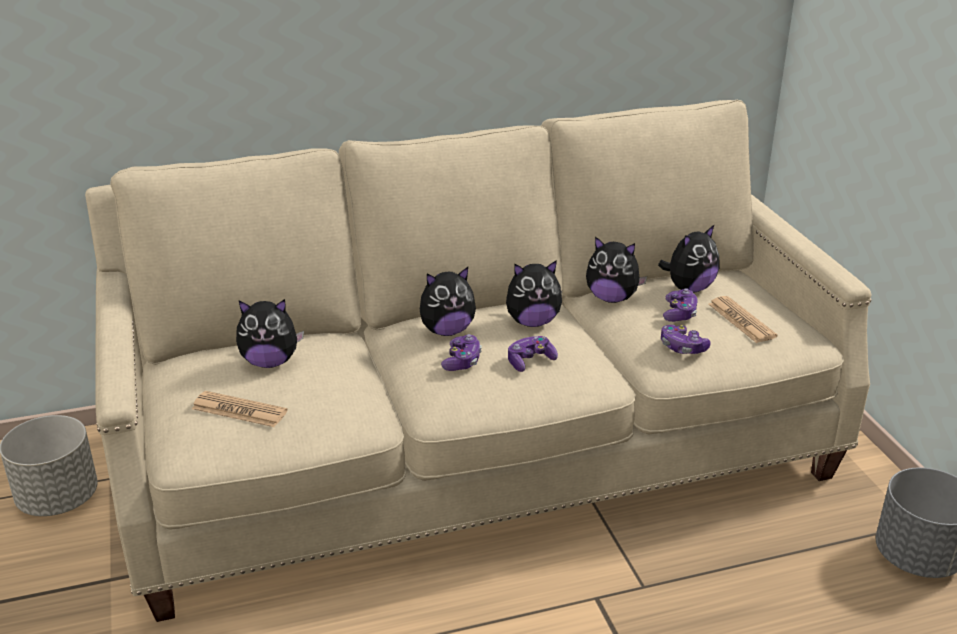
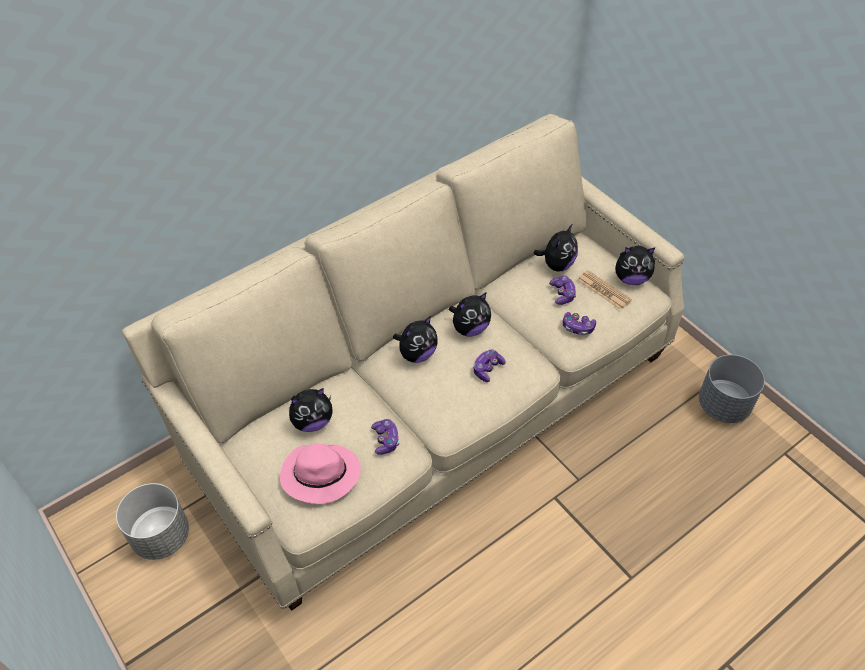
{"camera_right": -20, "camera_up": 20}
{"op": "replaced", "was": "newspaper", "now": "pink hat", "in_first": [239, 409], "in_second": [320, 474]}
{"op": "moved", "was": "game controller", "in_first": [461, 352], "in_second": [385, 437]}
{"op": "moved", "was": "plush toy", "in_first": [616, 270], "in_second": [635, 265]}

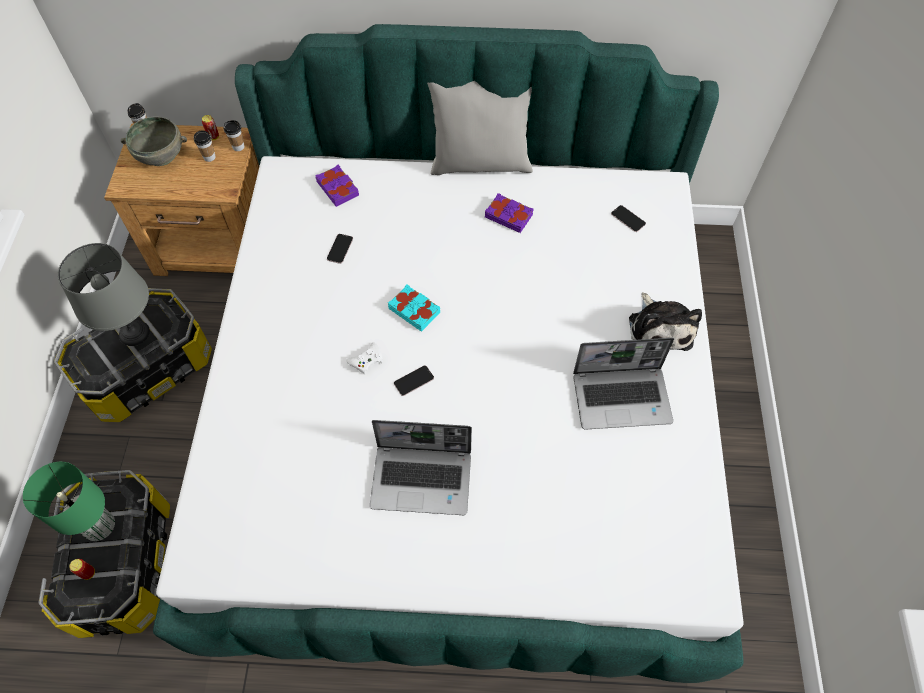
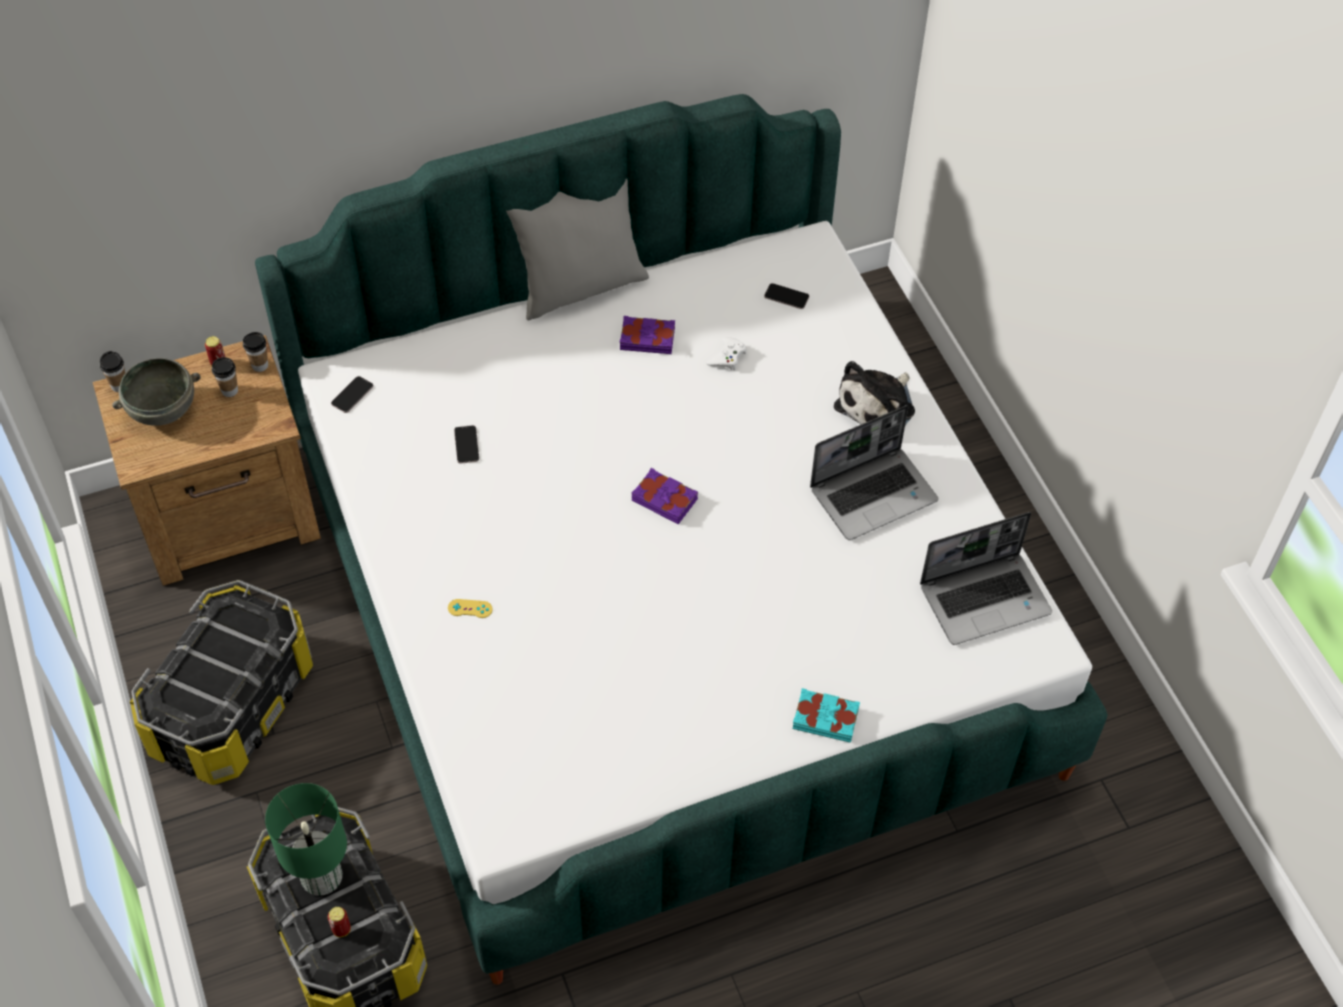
{"camera_right": -25, "camera_up": -5}
{"op": "moved", "was": "phone", "in_first": [414, 380], "in_second": [352, 394]}
{"op": "added", "now": "yellow game controller", "in_second": [470, 608]}
{"op": "moved", "was": "purple book", "in_first": [337, 186], "in_second": [665, 496]}
{"op": "moved", "was": "white game controller", "in_first": [364, 358], "in_second": [726, 353]}
{"op": "moved", "was": "turquoise book", "in_first": [414, 308], "in_second": [826, 715]}
{"op": "turned", "was": "plush toy", "in_first": [665, 321], "in_second": [874, 393], "clockwise": 75}
{"op": "moved", "was": "laptop", "in_first": [421, 467], "in_second": [986, 578]}
{"op": "removed", "was": "grey table lamp", "in_first": [104, 294]}

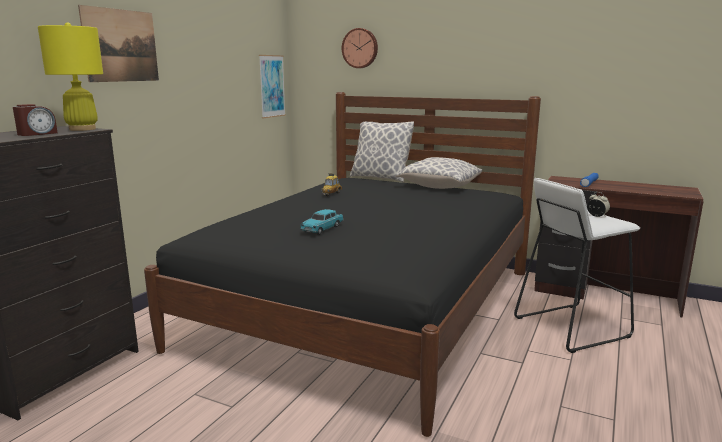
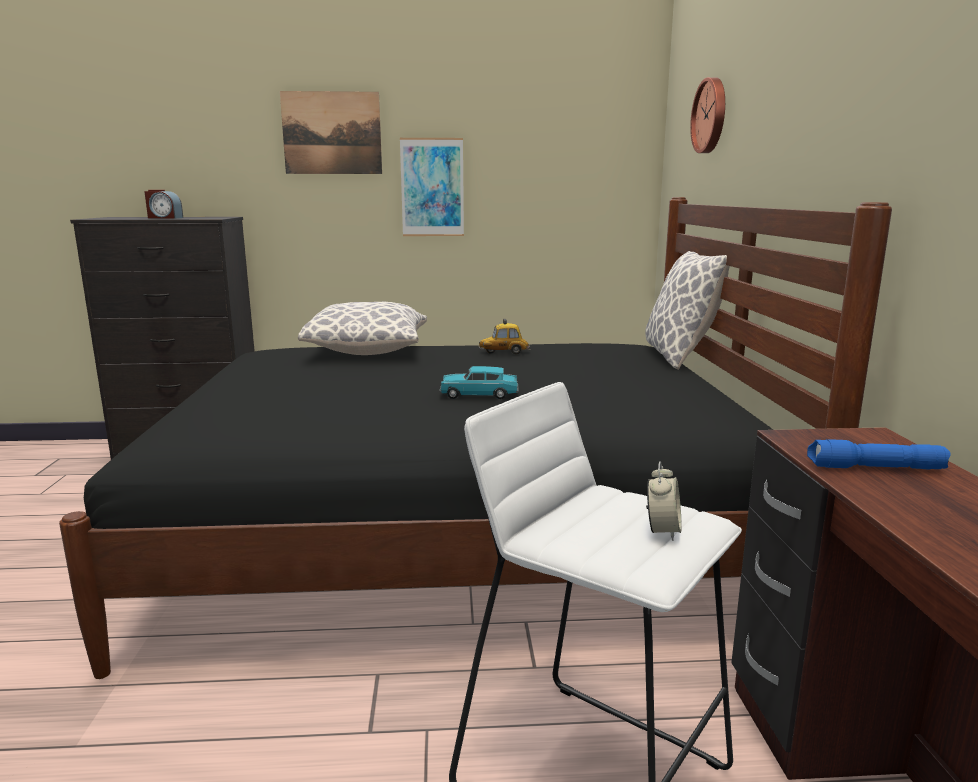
{"camera_right": 60, "camera_up": 0}
{"op": "moved", "was": "pillow", "in_first": [439, 173], "in_second": [362, 328]}
{"op": "moved", "was": "picture", "in_first": [272, 86], "in_second": [432, 187]}
{"op": "moved", "was": "turquoise toy car", "in_first": [321, 222], "in_second": [479, 382]}
{"op": "removed", "was": "yellow table lamp", "in_first": [70, 76]}

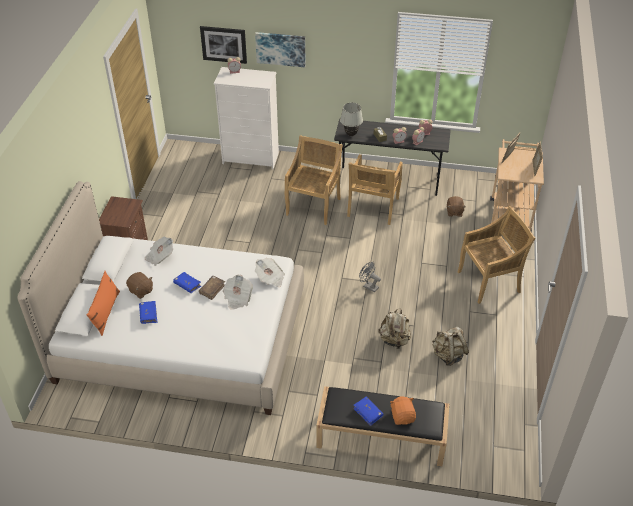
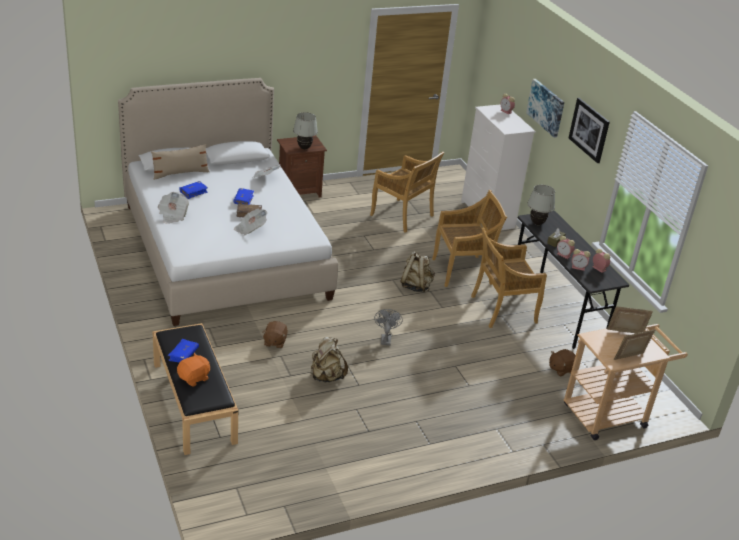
{"camera_right": 55, "camera_up": -10}
{"op": "recoloured", "was": "orange pillow", "now": "beige pillow", "in_first": [103, 303], "in_second": [180, 162]}
{"op": "moved", "was": "newspaper", "in_first": [270, 272], "in_second": [173, 208]}
{"op": "moved", "was": "brown plush toy", "in_first": [139, 285], "in_second": [275, 334]}
{"op": "added", "now": "white table lamp", "in_second": [305, 130]}
{"op": "moved", "was": "beige chair", "in_first": [496, 255], "in_second": [407, 192]}
{"op": "moved", "was": "beige backpack", "in_first": [450, 346], "in_second": [417, 271]}
{"op": "moved", "was": "picture", "in_first": [223, 45], "in_second": [589, 130]}

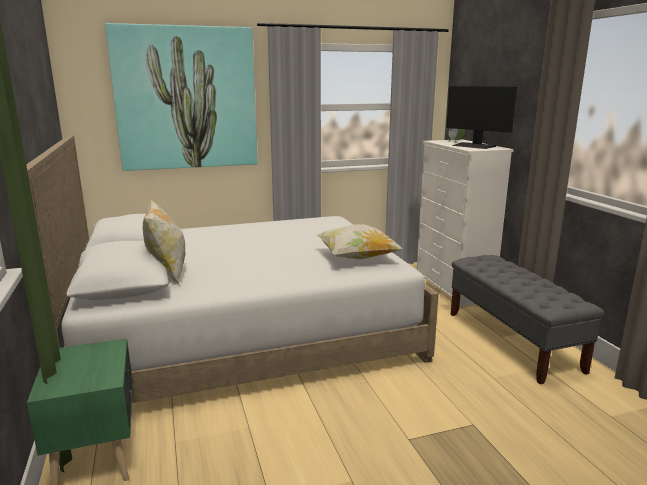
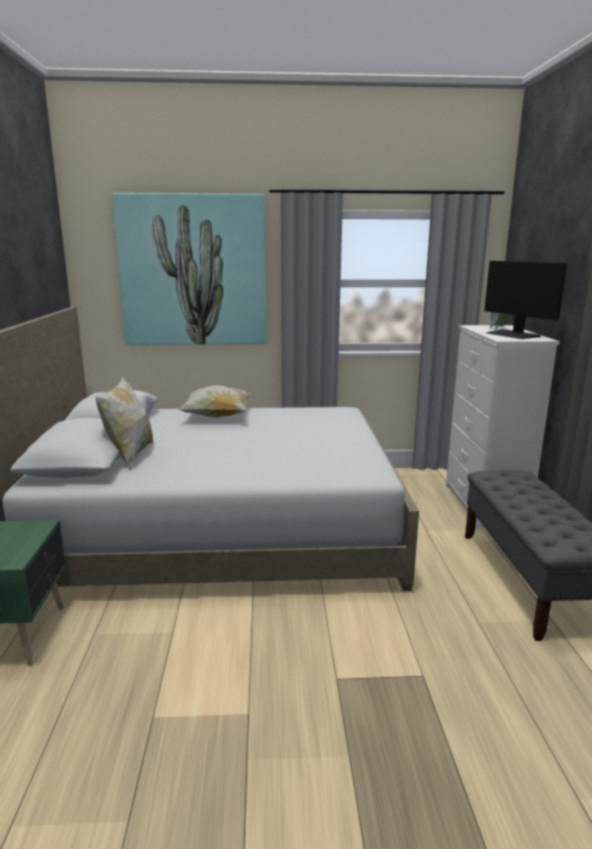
{"camera_right": 15, "camera_up": 0}
{"op": "moved", "was": "pillow", "in_first": [360, 241], "in_second": [215, 401]}

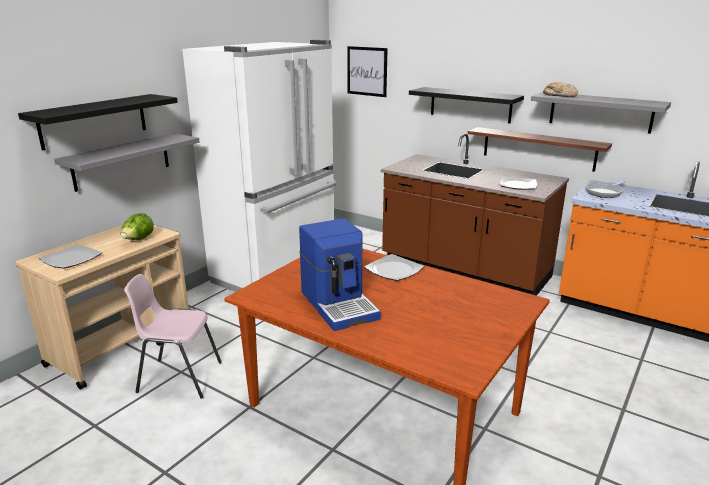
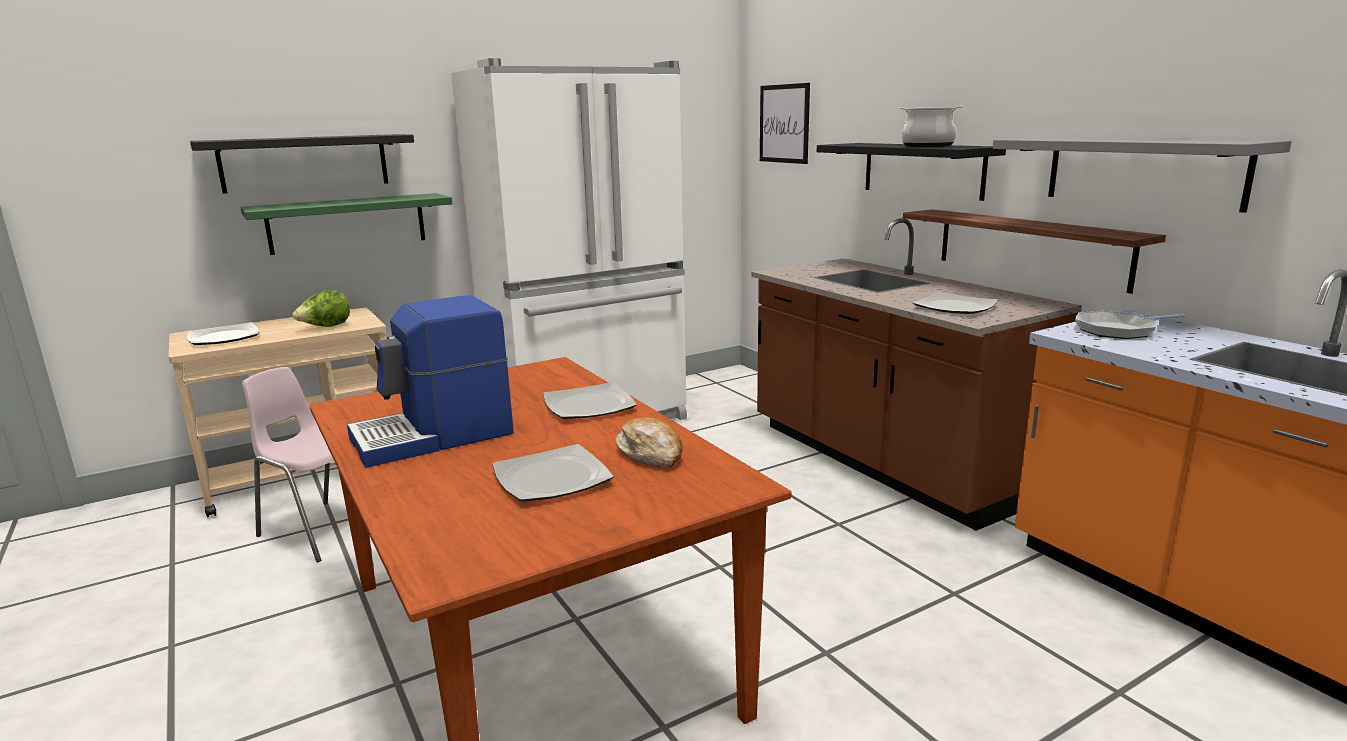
{"camera_right": 25, "camera_up": -5}
{"op": "recoloured", "was": "grey shelf", "now": "green shelf", "in_first": [126, 162], "in_second": [346, 224]}
{"op": "turned", "was": "coffee machine", "in_first": [340, 274], "in_second": [430, 381], "clockwise": 60}
{"op": "added", "now": "plate", "in_second": [553, 473]}
{"op": "moved", "was": "bread", "in_first": [560, 89], "in_second": [649, 442]}
{"op": "added", "now": "cooking pot", "in_second": [931, 126]}

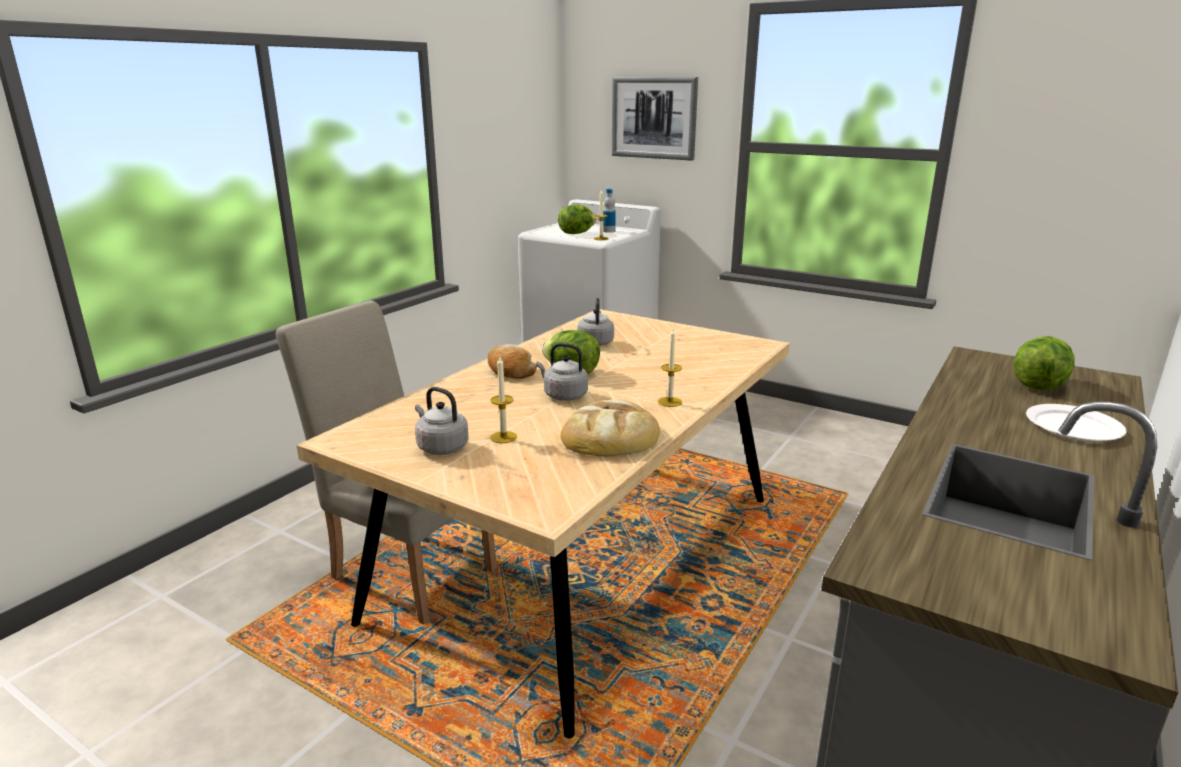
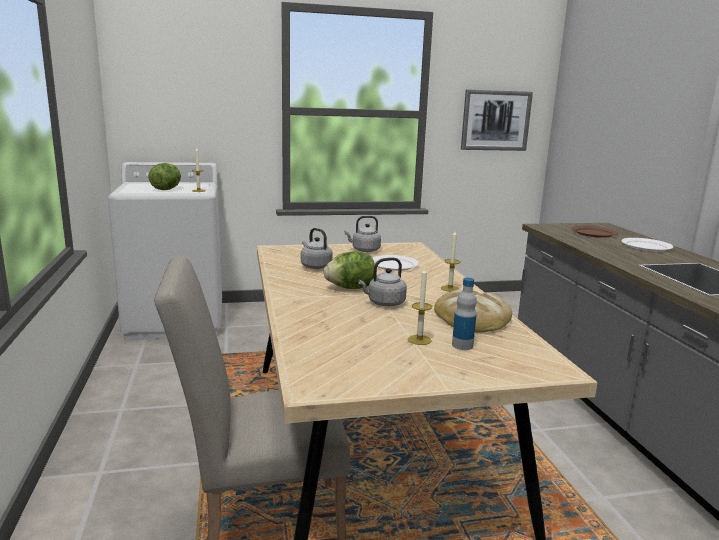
{"camera_right": -45, "camera_up": -5}
{"op": "moved", "was": "grey kettle", "in_first": [441, 421], "in_second": [362, 234]}
{"op": "added", "now": "white plate", "in_second": [396, 263]}
{"op": "moved", "was": "bottle", "in_first": [609, 211], "in_second": [464, 314]}
{"op": "moved", "was": "picture", "in_first": [655, 119], "in_second": [497, 120]}
{"op": "replaced", "was": "lettuce", "now": "brown plate", "in_first": [1044, 363], "in_second": [595, 232]}
{"op": "removed", "was": "bread", "in_first": [512, 361]}

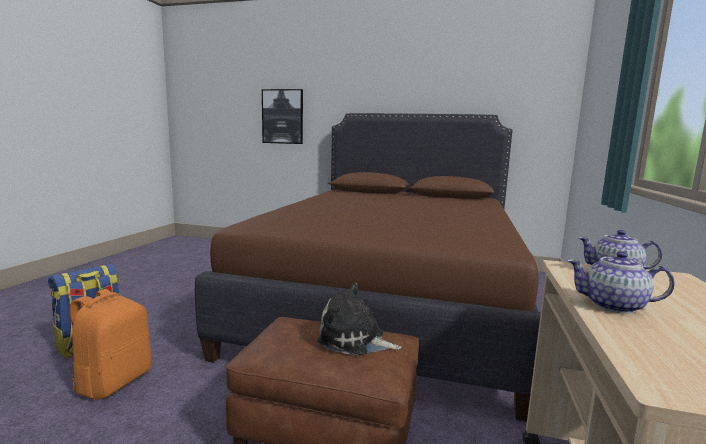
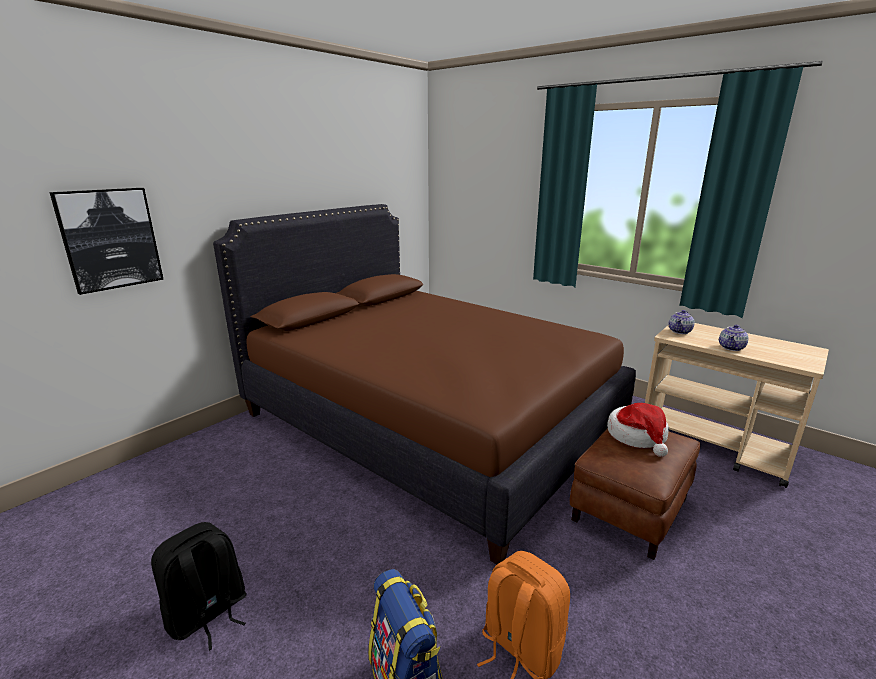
{"camera_right": -65, "camera_up": 10}
{"op": "added", "now": "black backpack", "in_second": [199, 586]}
{"op": "replaced", "was": "plush toy", "now": "hat", "in_first": [359, 319], "in_second": [638, 430]}

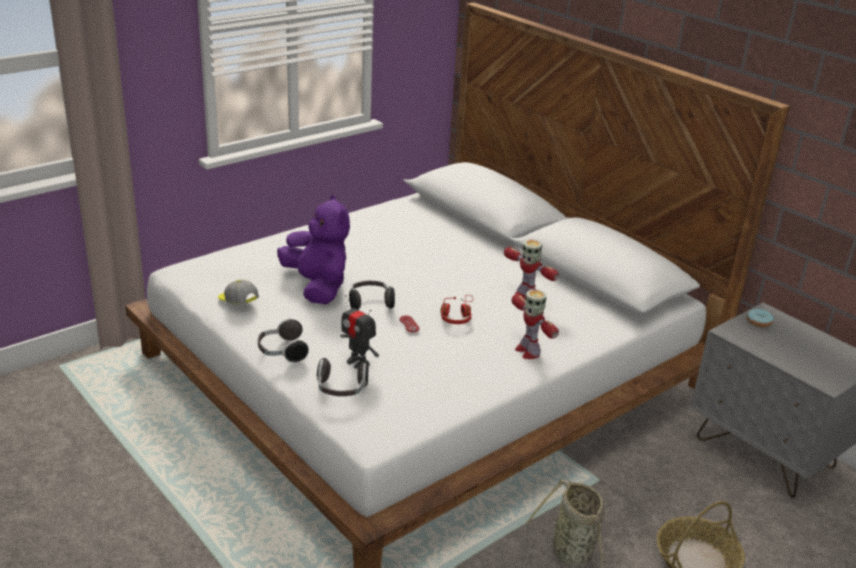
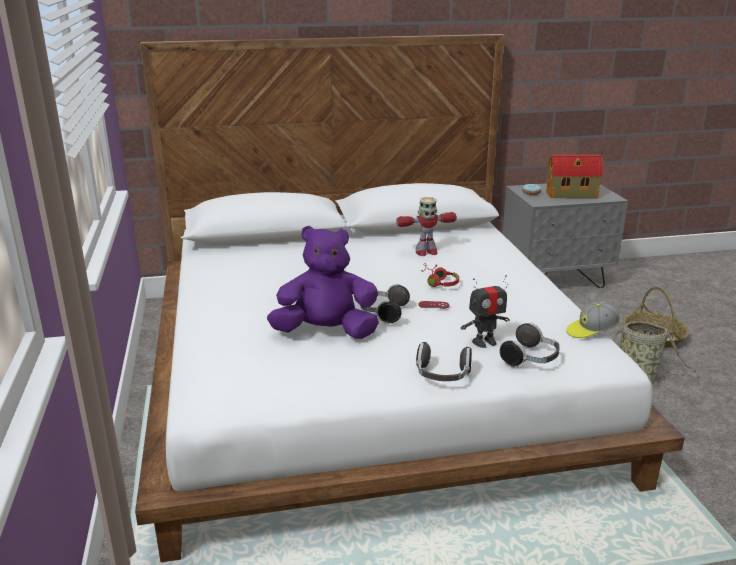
{"camera_right": -60, "camera_up": -5}
{"op": "added", "now": "toy house", "in_second": [574, 176]}
{"op": "moved", "was": "cap", "in_first": [238, 292], "in_second": [593, 319]}
{"op": "removed", "was": "toy robot", "in_first": [535, 324]}

